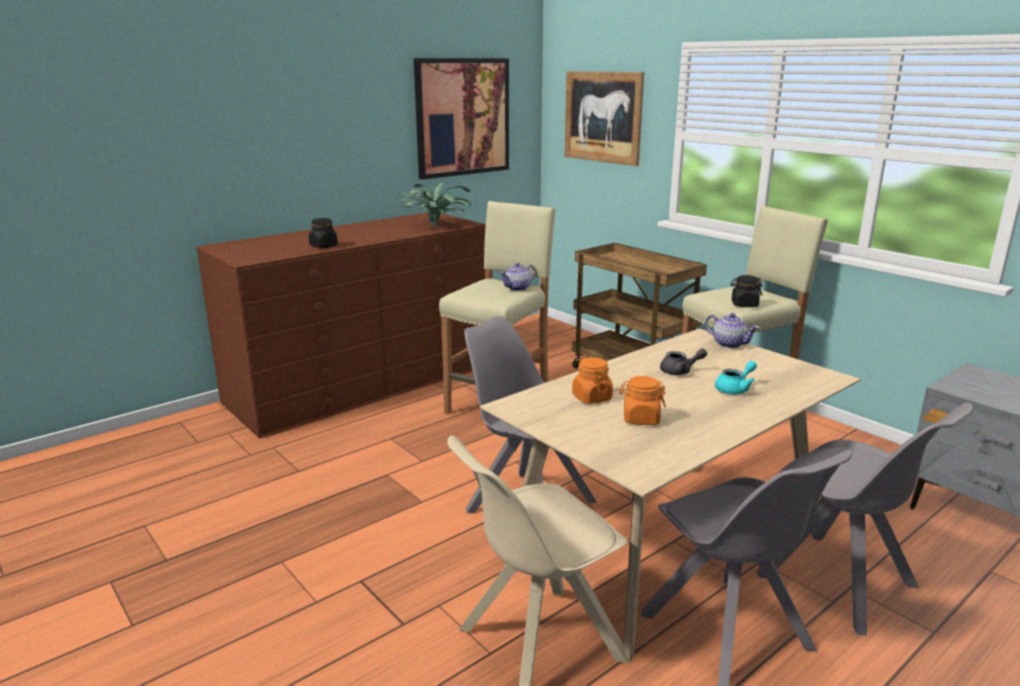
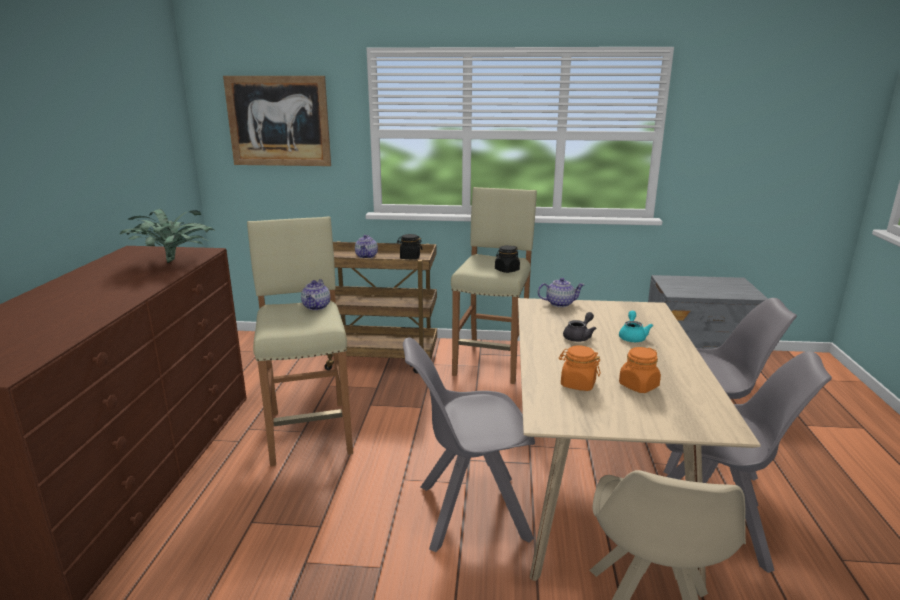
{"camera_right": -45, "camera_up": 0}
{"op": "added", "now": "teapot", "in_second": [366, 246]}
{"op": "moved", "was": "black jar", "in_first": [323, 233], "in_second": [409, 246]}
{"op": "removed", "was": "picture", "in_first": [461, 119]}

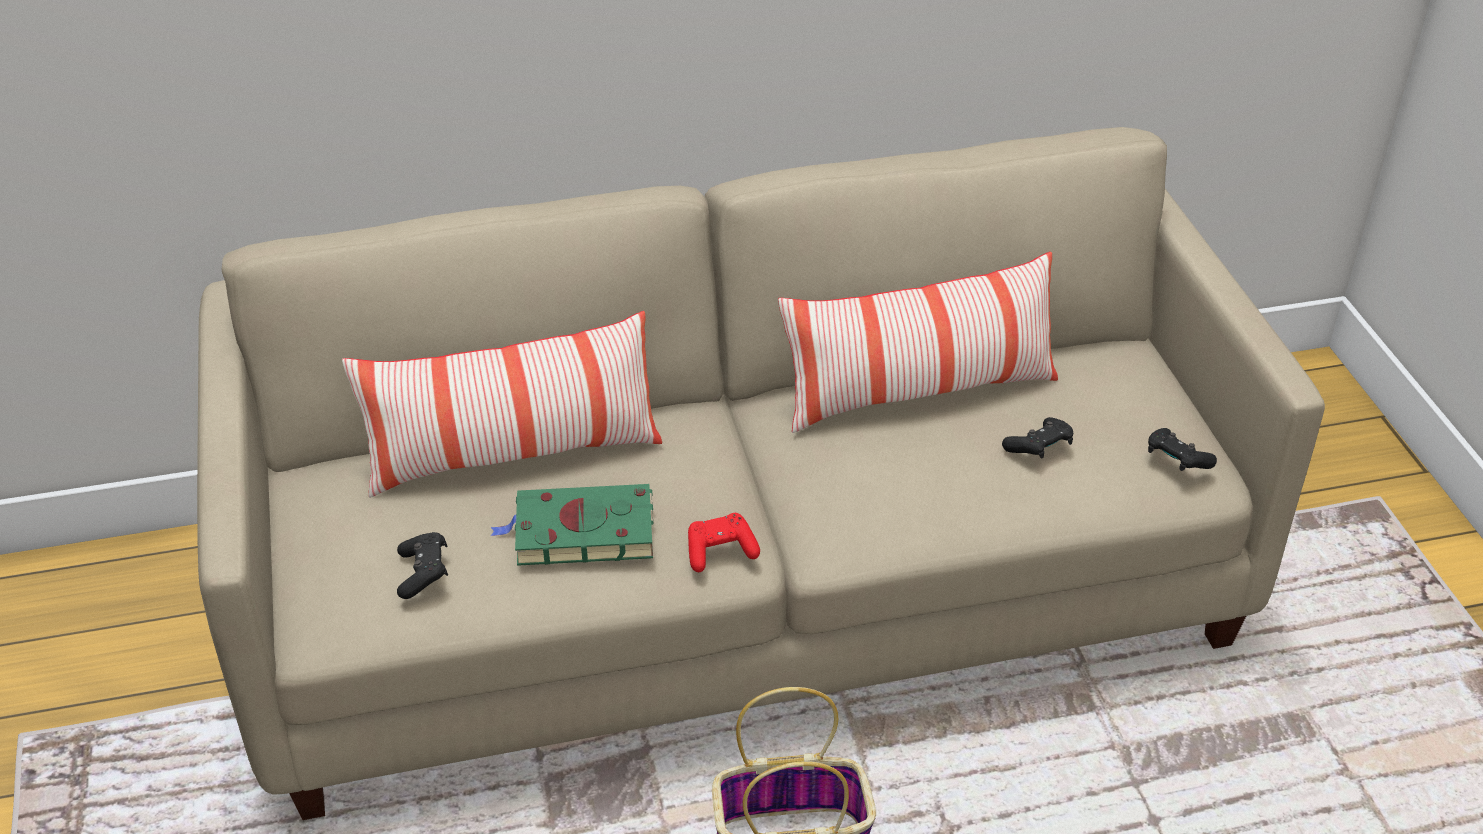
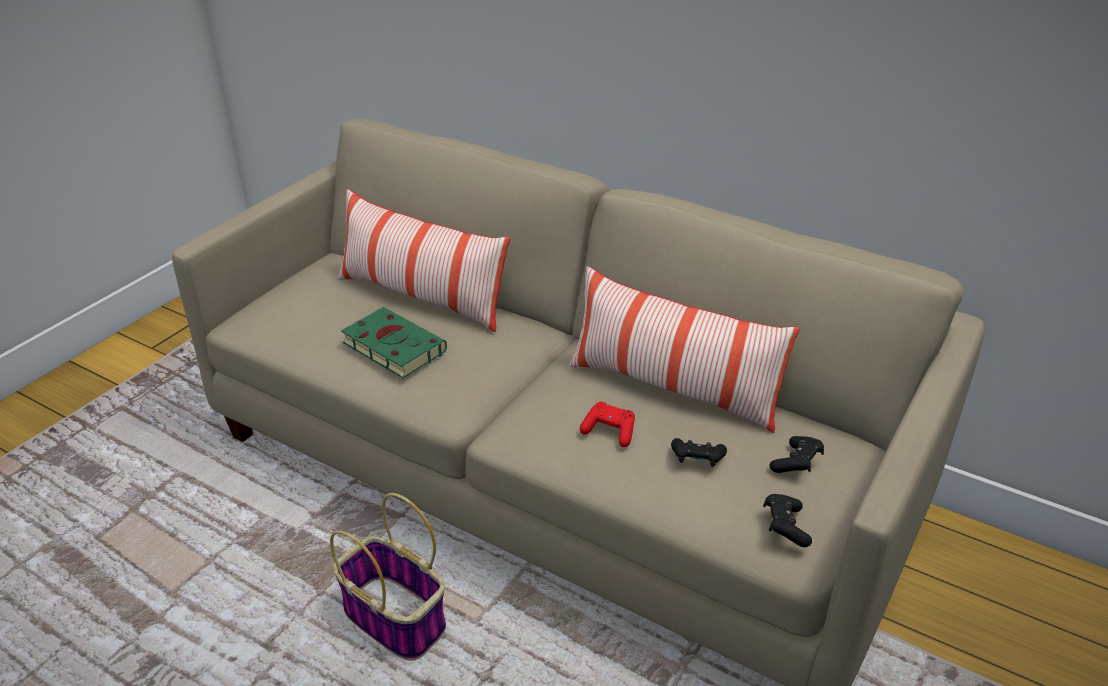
{"camera_right": 45, "camera_up": -5}
{"op": "moved", "was": "red game controller", "in_first": [724, 542], "in_second": [607, 424]}
{"op": "moved", "was": "black game controller", "in_first": [422, 565], "in_second": [797, 454]}

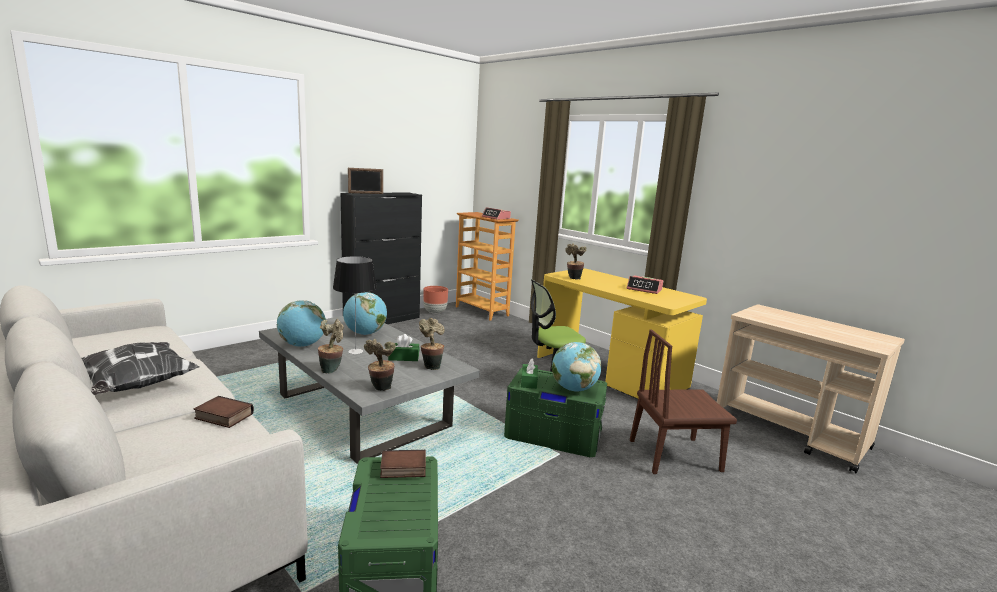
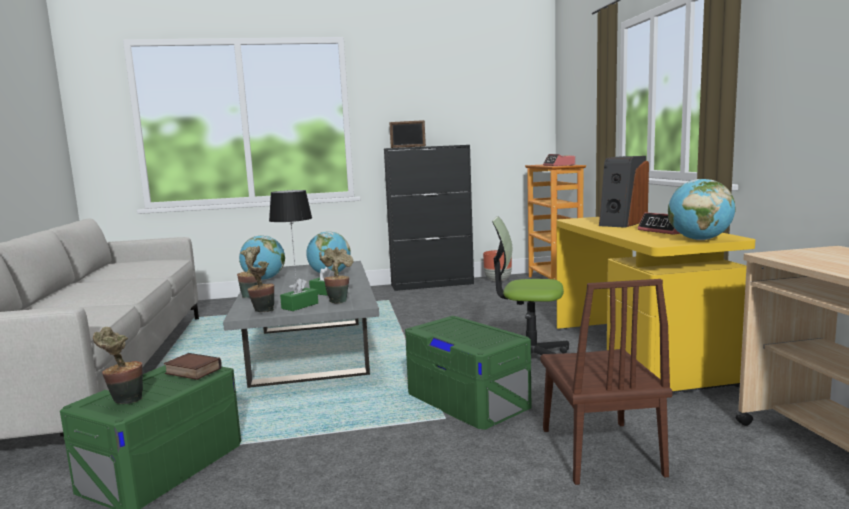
{"camera_right": 35, "camera_up": -5}
{"op": "moved", "was": "potted plant", "in_first": [576, 261], "in_second": [118, 365]}
{"op": "moved", "was": "green tissue box", "in_first": [529, 374], "in_second": [299, 294]}
{"op": "turned", "was": "brown chair", "in_first": [683, 401], "in_second": [606, 382], "clockwise": -120}
{"op": "added", "now": "speaker", "in_second": [624, 192]}
{"op": "moved", "was": "globe", "in_first": [576, 367], "in_second": [702, 209]}
{"op": "removed", "was": "pillow", "in_first": [140, 368]}
{"op": "removed", "was": "book", "in_first": [223, 412]}

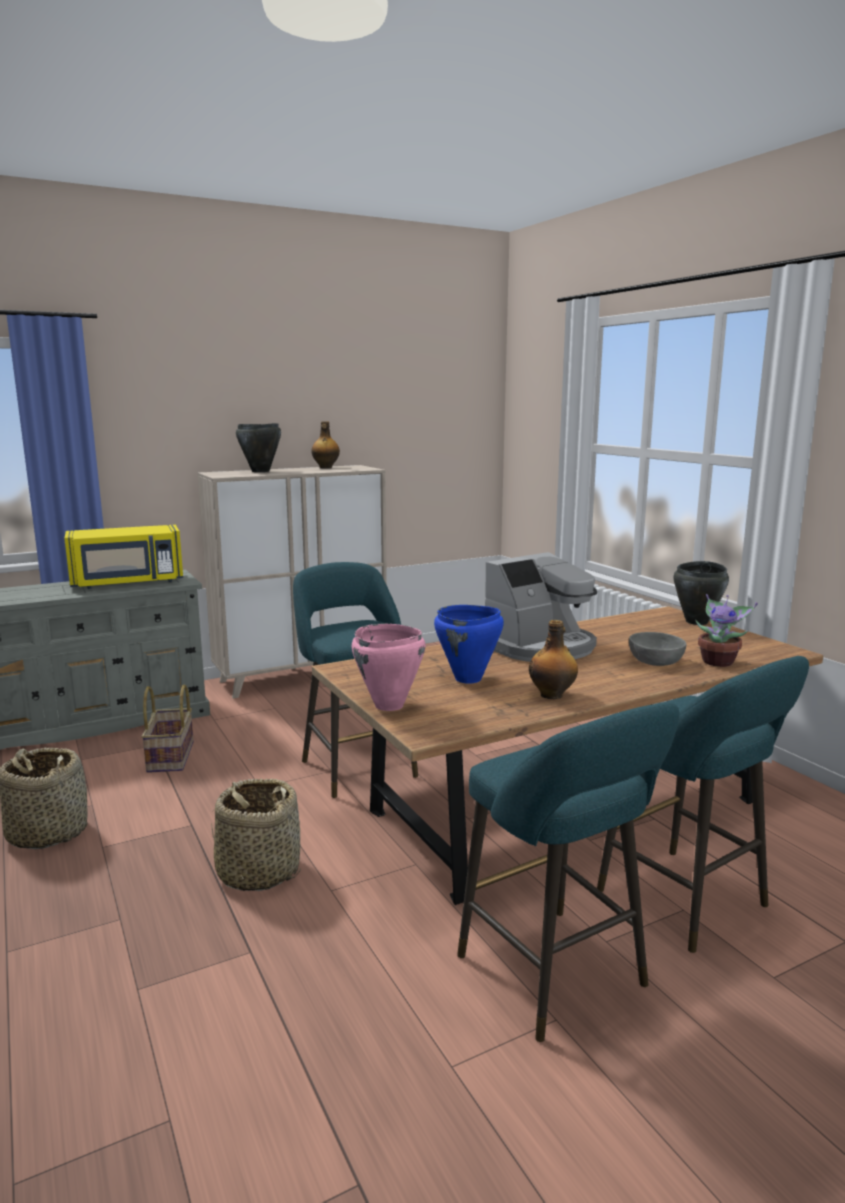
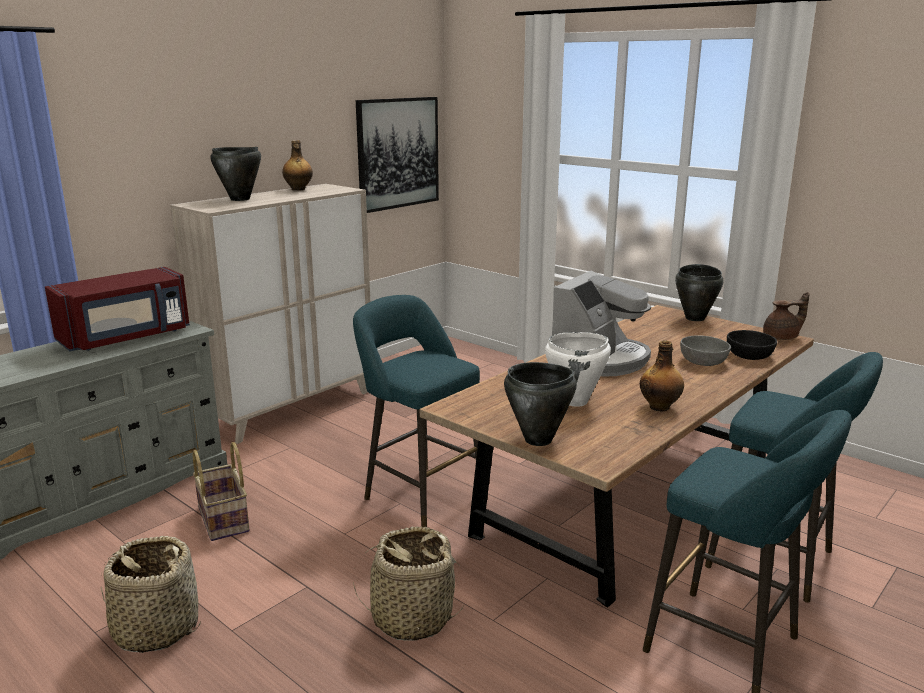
{"camera_right": -20, "camera_up": 5}
{"op": "recoloured", "was": "yellow microwave", "now": "red microwave", "in_first": [123, 557], "in_second": [117, 309]}
{"op": "added", "now": "picture", "in_second": [397, 155]}
{"op": "recoloured", "was": "pink cooking pot", "now": "black cooking pot", "in_first": [389, 667], "in_second": [540, 404]}
{"op": "recoloured", "was": "blue cooking pot", "now": "white cooking pot", "in_first": [469, 644], "in_second": [578, 369]}
{"op": "replaced", "was": "potted plant", "now": "black bowl", "in_first": [726, 630], "in_second": [752, 345]}
{"op": "added", "now": "brown teapot", "in_second": [786, 316]}

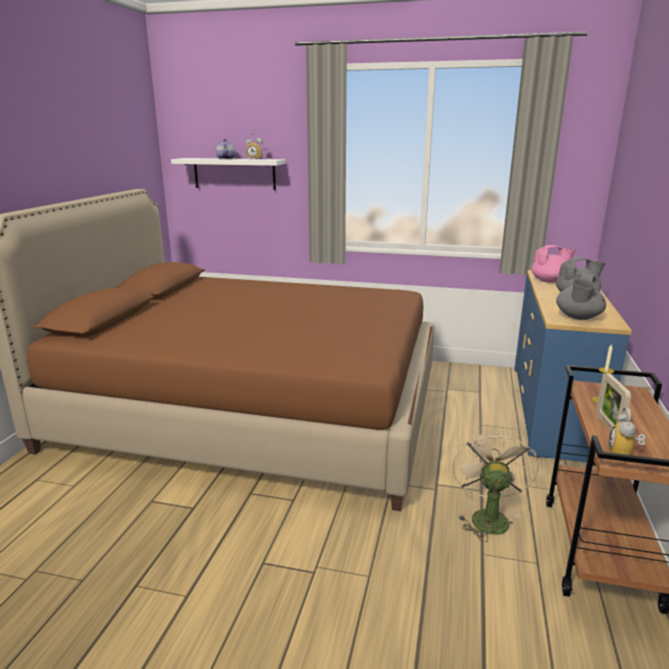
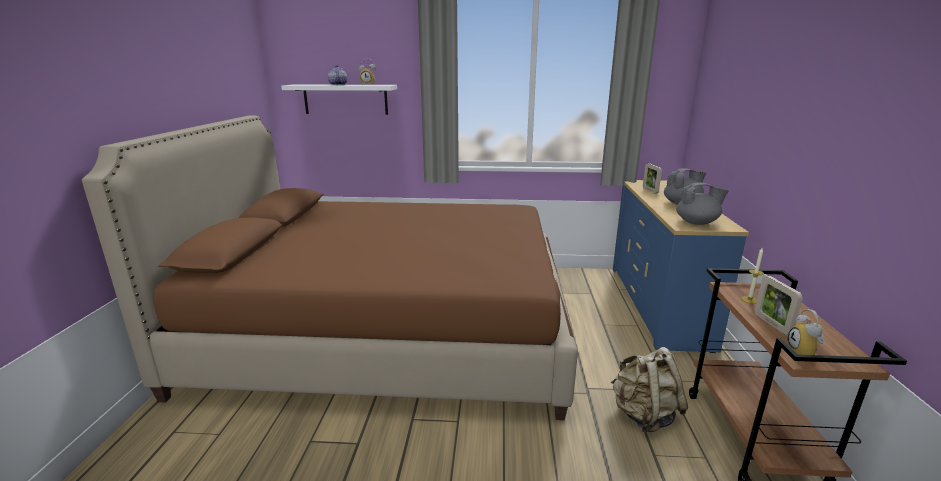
{"camera_right": -10, "camera_up": 0}
{"op": "replaced", "was": "beige fan", "now": "beige backpack", "in_first": [495, 484], "in_second": [649, 389]}
{"op": "replaced", "was": "pink teapot", "now": "picture frame", "in_first": [553, 264], "in_second": [652, 178]}
{"op": "turned", "was": "grey teapot", "in_first": [581, 296], "in_second": [702, 203], "clockwise": -105}

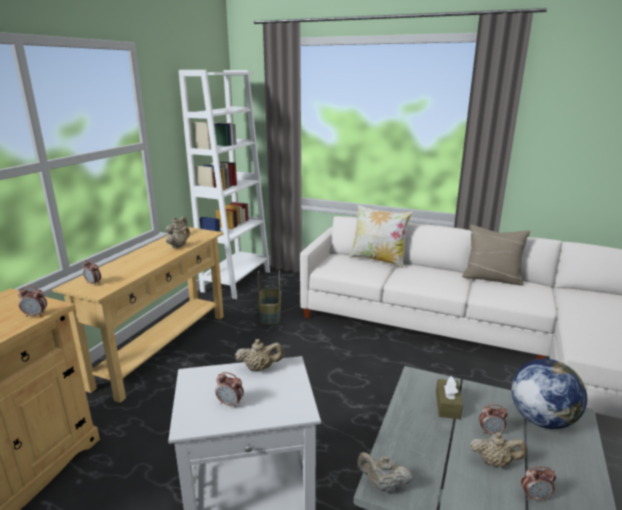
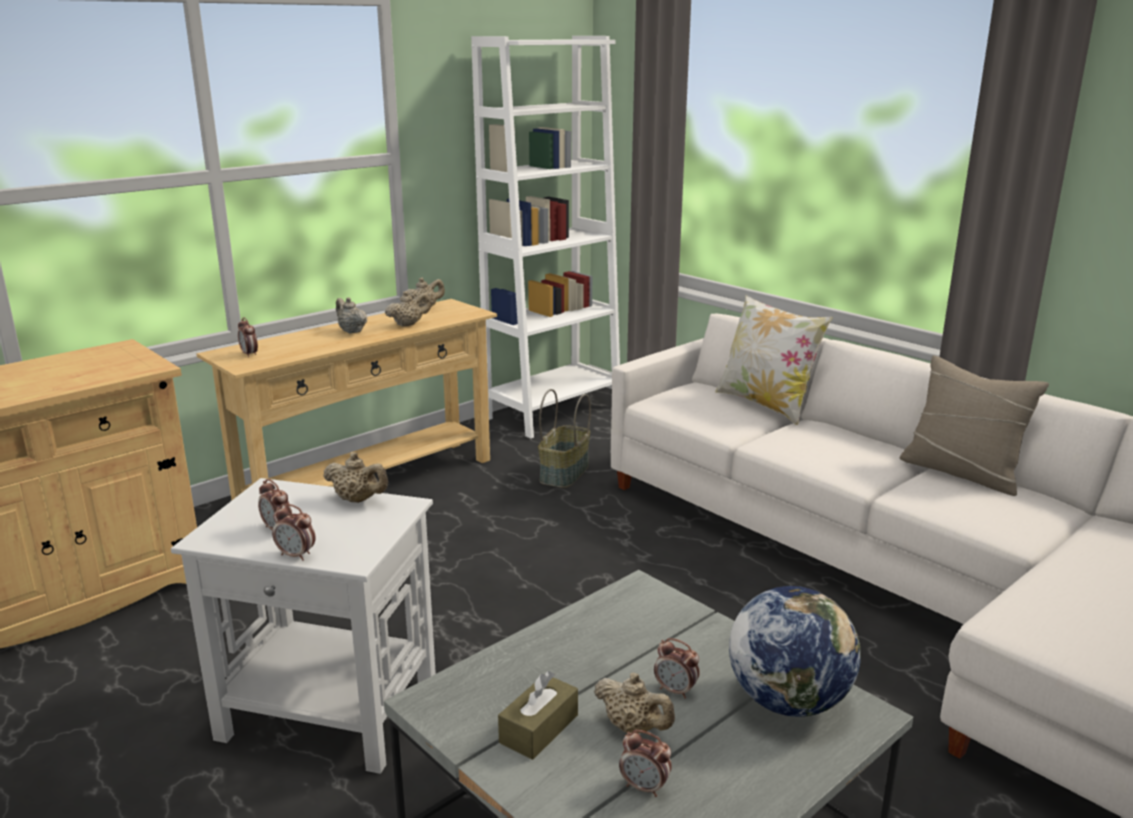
{"camera_right": 25, "camera_up": 0}
{"op": "moved", "was": "alarm clock", "in_first": [32, 301], "in_second": [294, 532]}
{"op": "moved", "was": "beige teapot", "in_first": [385, 472], "in_second": [351, 315]}
{"op": "moved", "was": "brown tissue box", "in_first": [449, 397], "in_second": [538, 715]}

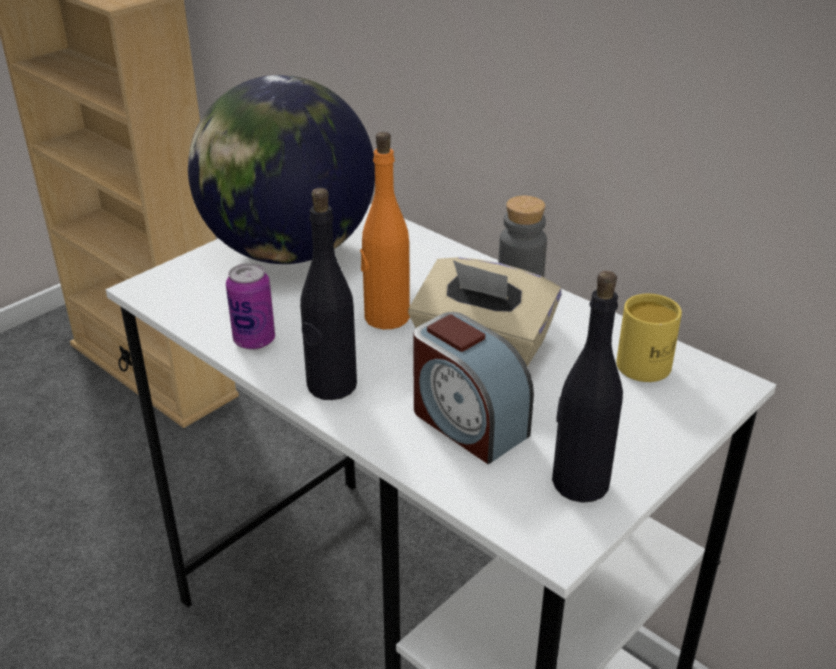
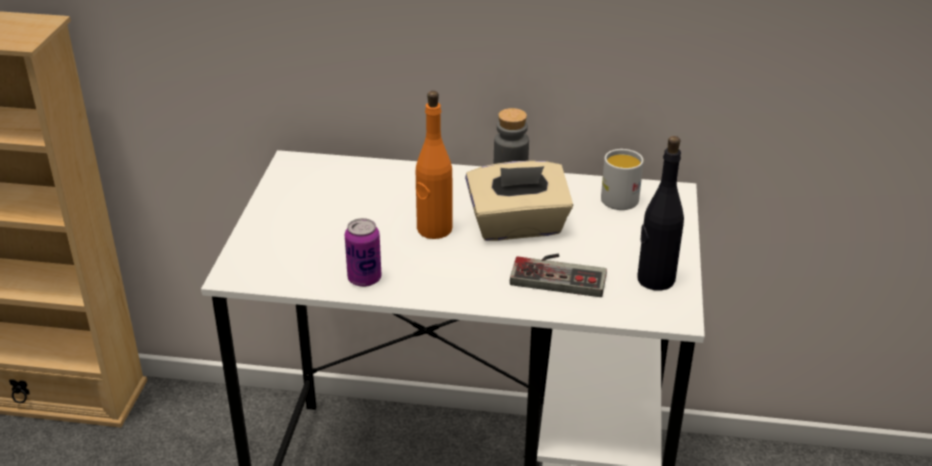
{"camera_right": -35, "camera_up": 0}
{"op": "replaced", "was": "alarm clock", "now": "game controller", "in_first": [473, 388], "in_second": [558, 275]}
{"op": "recoloured", "was": "yellow mug", "now": "white mug", "in_first": [649, 337], "in_second": [622, 179]}
{"op": "removed", "was": "globe", "in_first": [281, 169]}
{"op": "removed", "was": "black bottle", "in_first": [328, 294]}

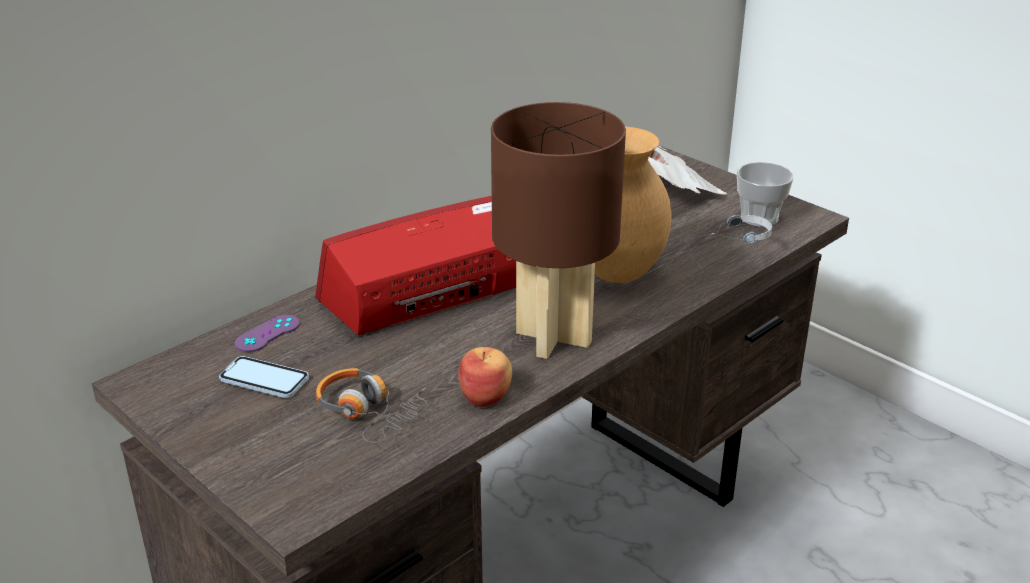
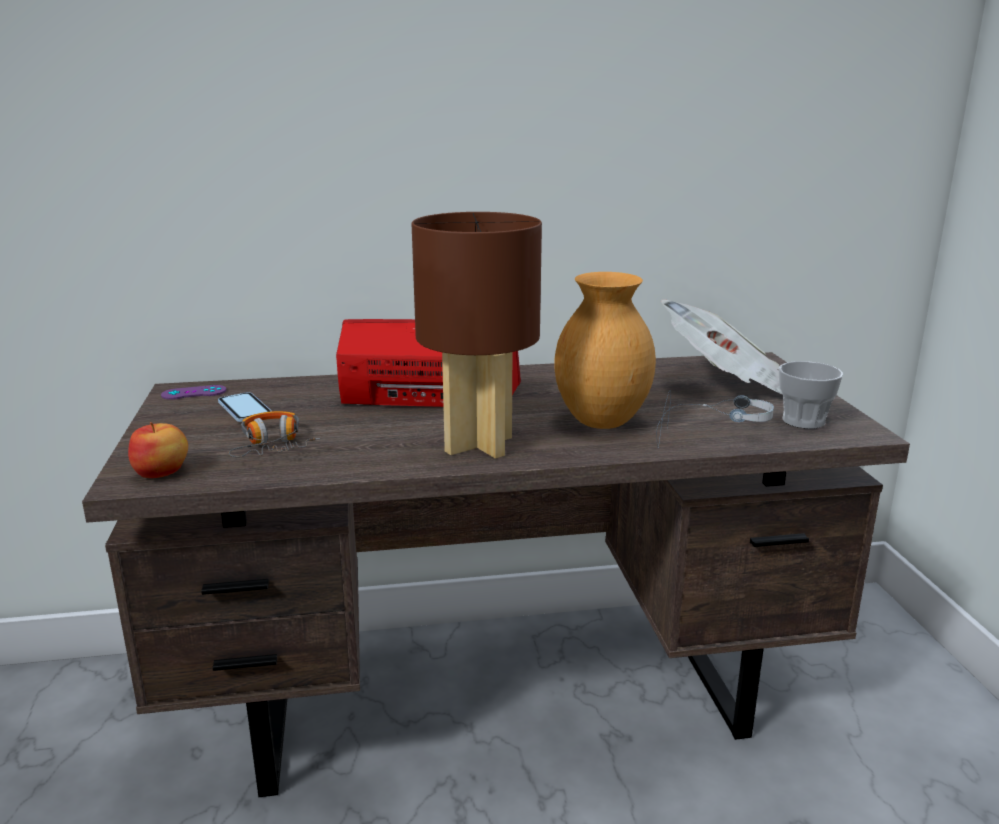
{"camera_right": 35, "camera_up": -10}
{"op": "moved", "was": "apple", "in_first": [485, 377], "in_second": [158, 450]}
{"op": "moved", "was": "purple game controller", "in_first": [267, 333], "in_second": [194, 392]}

